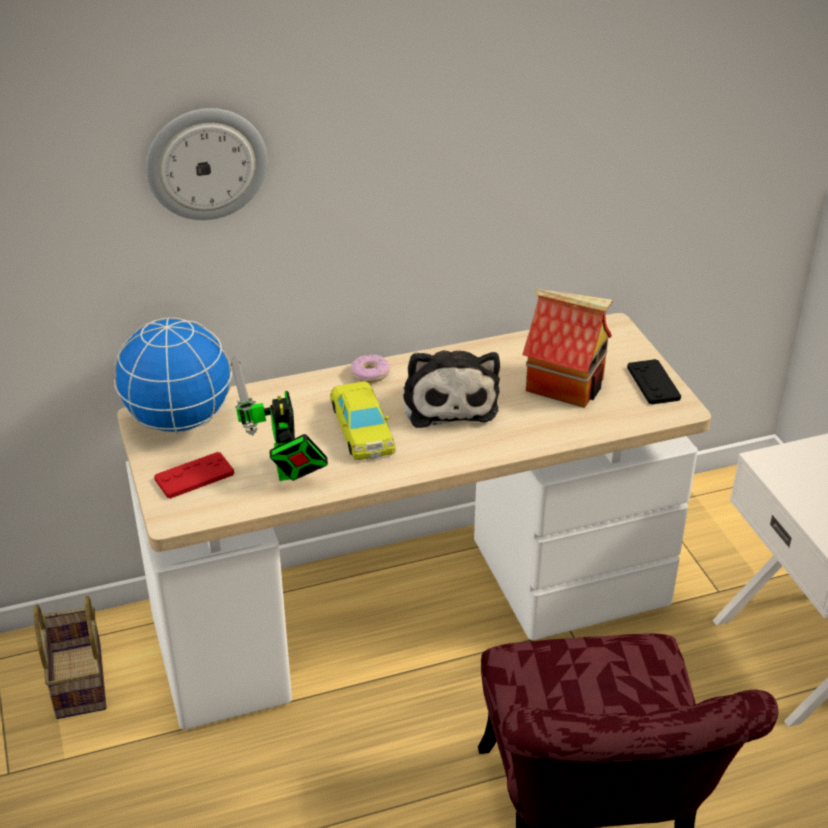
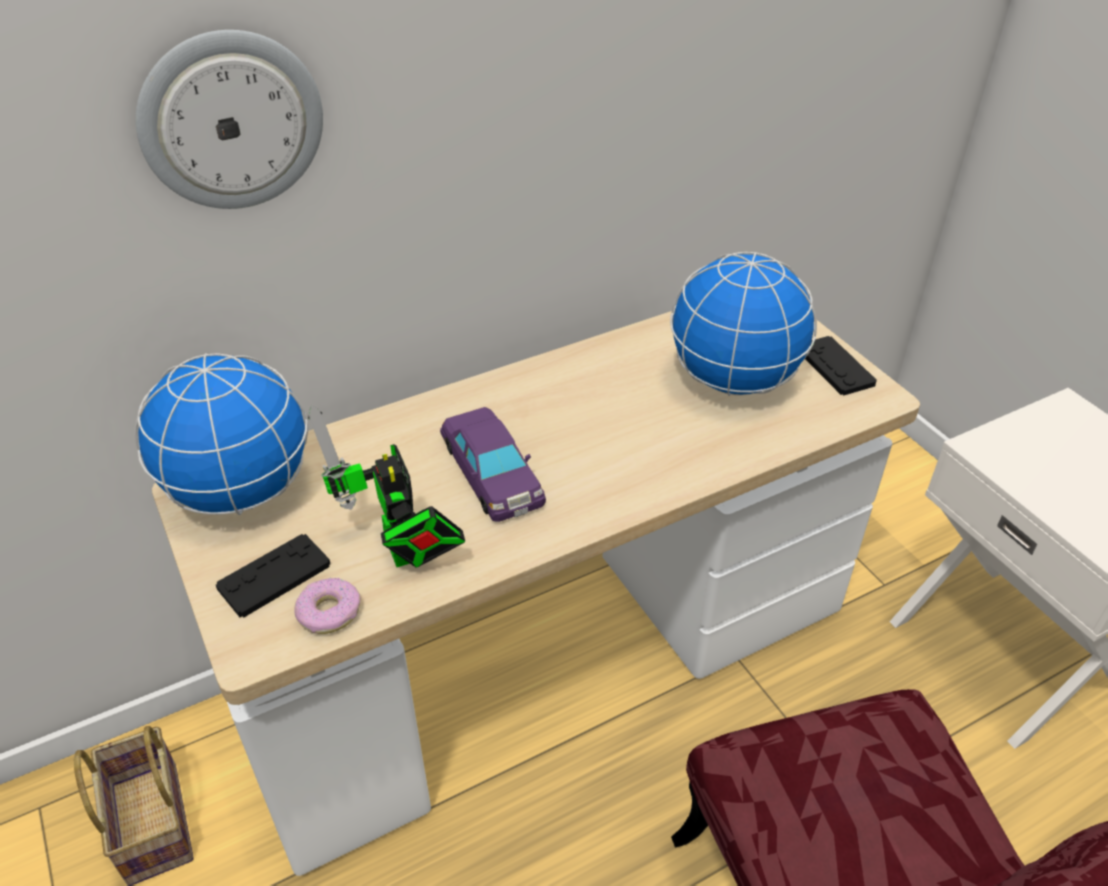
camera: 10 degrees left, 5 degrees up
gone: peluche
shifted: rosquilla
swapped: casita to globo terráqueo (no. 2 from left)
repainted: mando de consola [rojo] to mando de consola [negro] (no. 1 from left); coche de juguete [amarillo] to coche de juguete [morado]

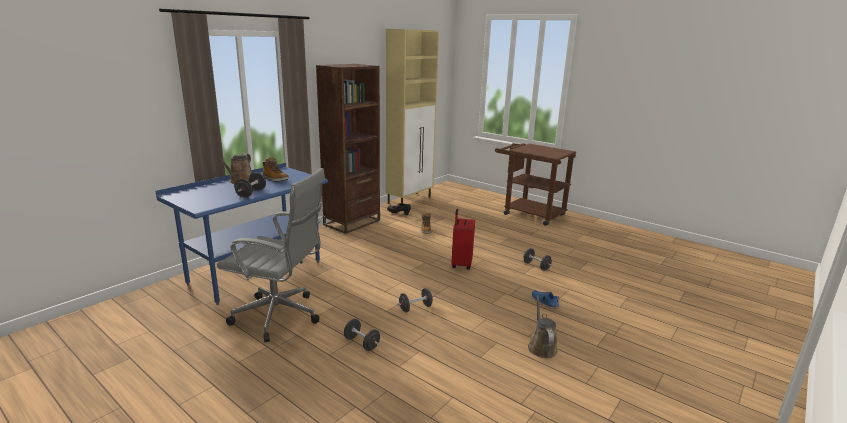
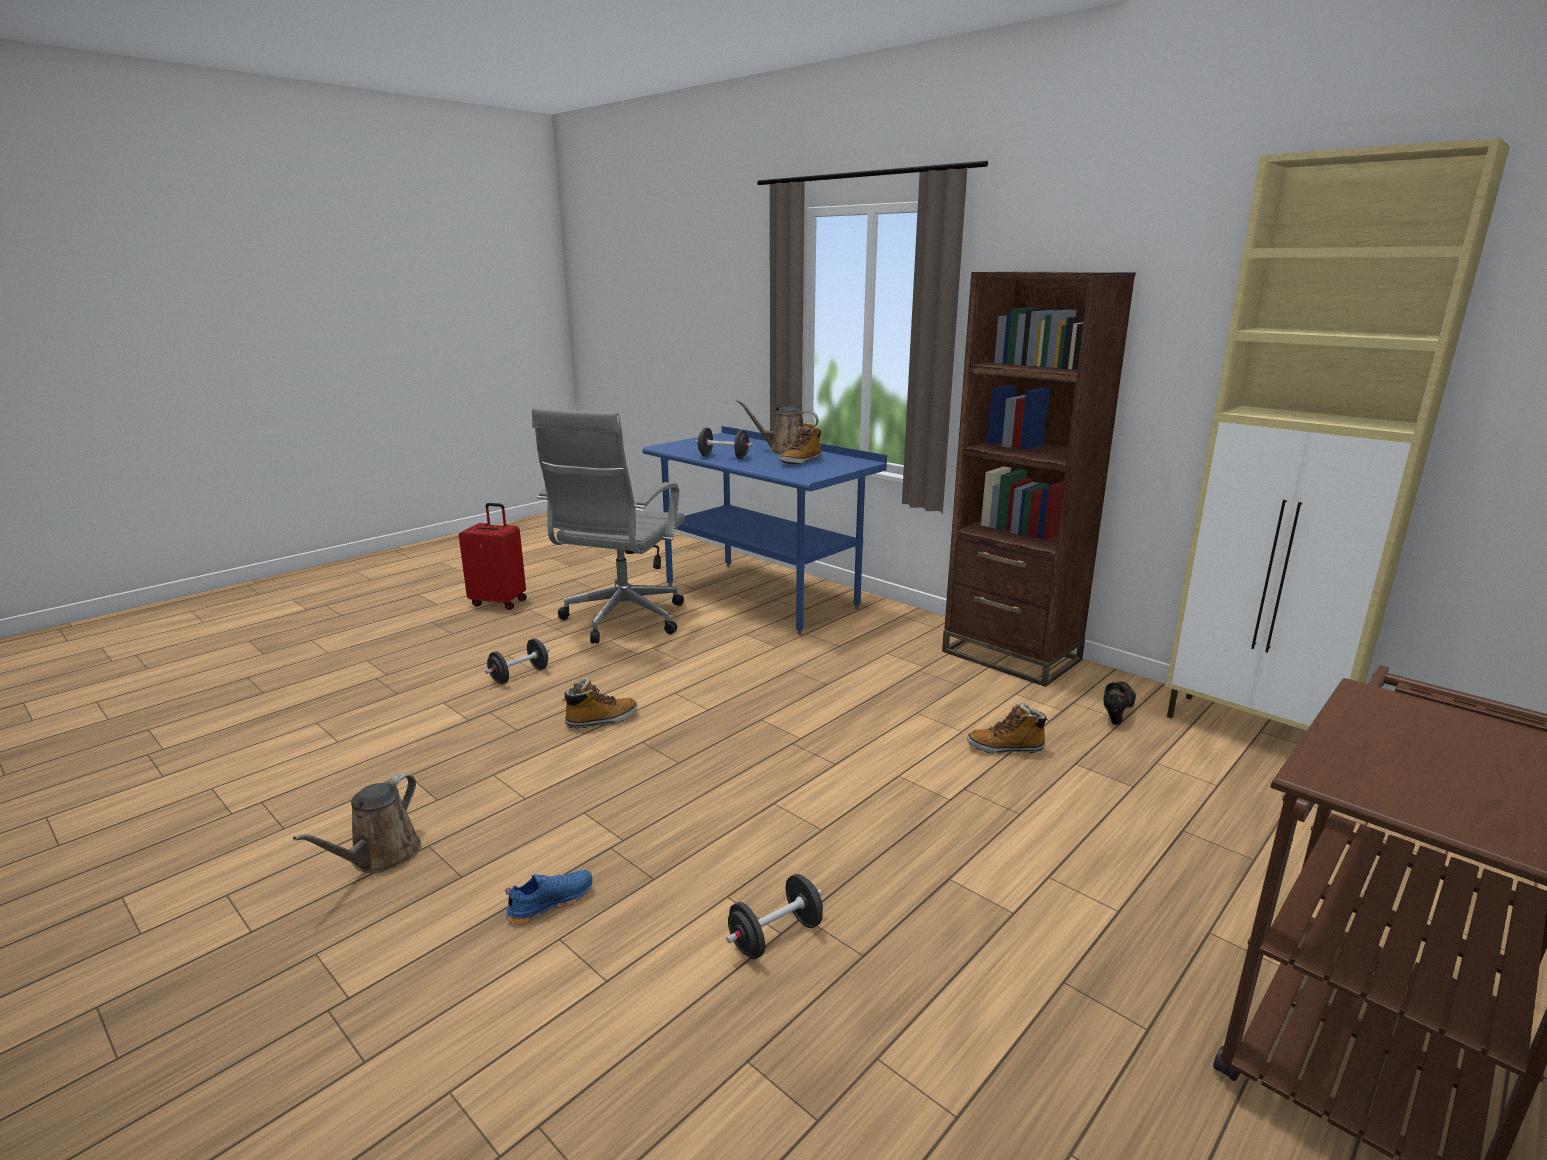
camera: 95 degrees right, 0 degrees up
shifted: maleta [rojo]
swapped: mancuerna [negro] (no. 3 from left) to bota (no. 1 from left)
rotated: regadera [marrón] (no. 2 from left in the first image) 105 degrees clockwise

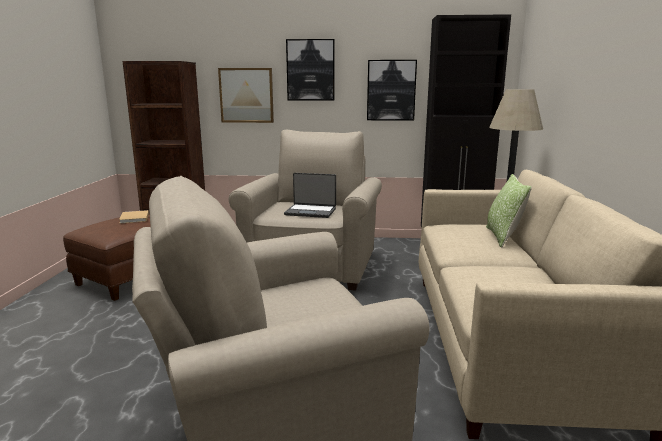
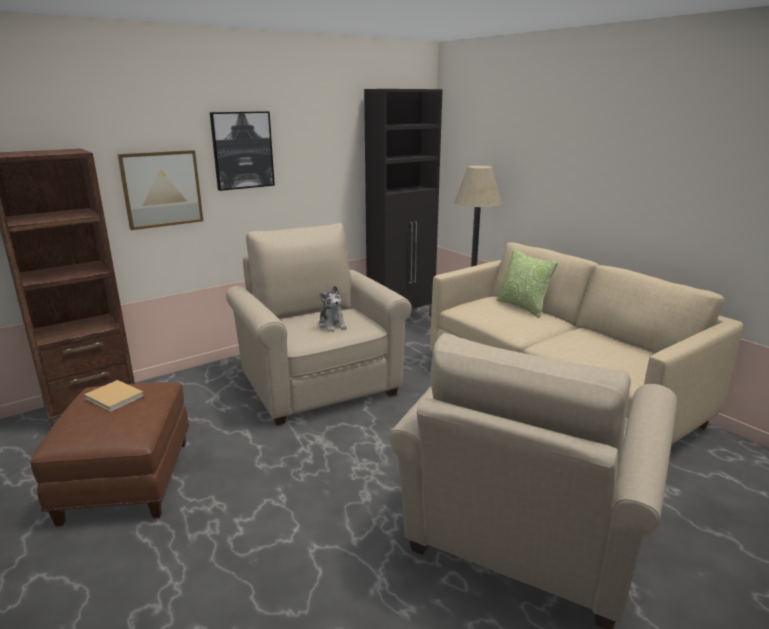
camera: 40 degrees left, 5 degrees up
gone: cuadro (no. 3 from left)
swapped: portátil to peluche

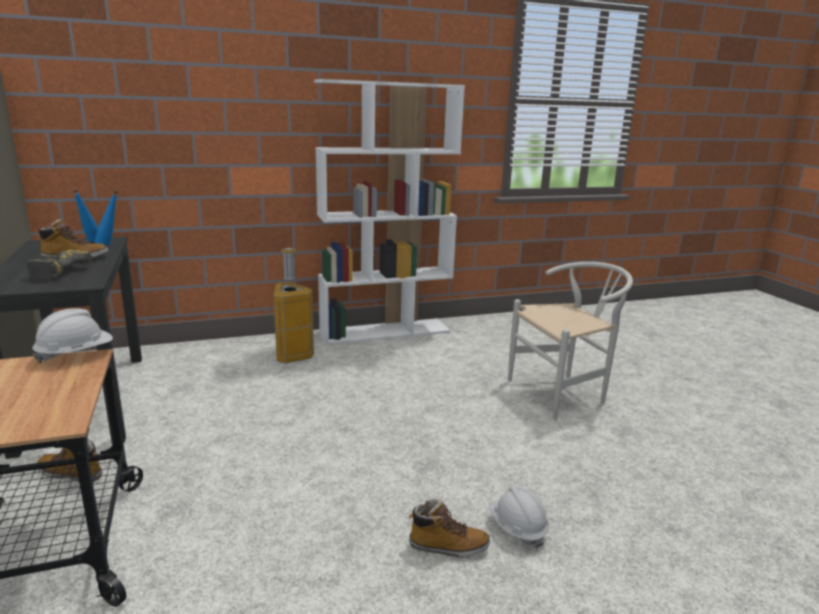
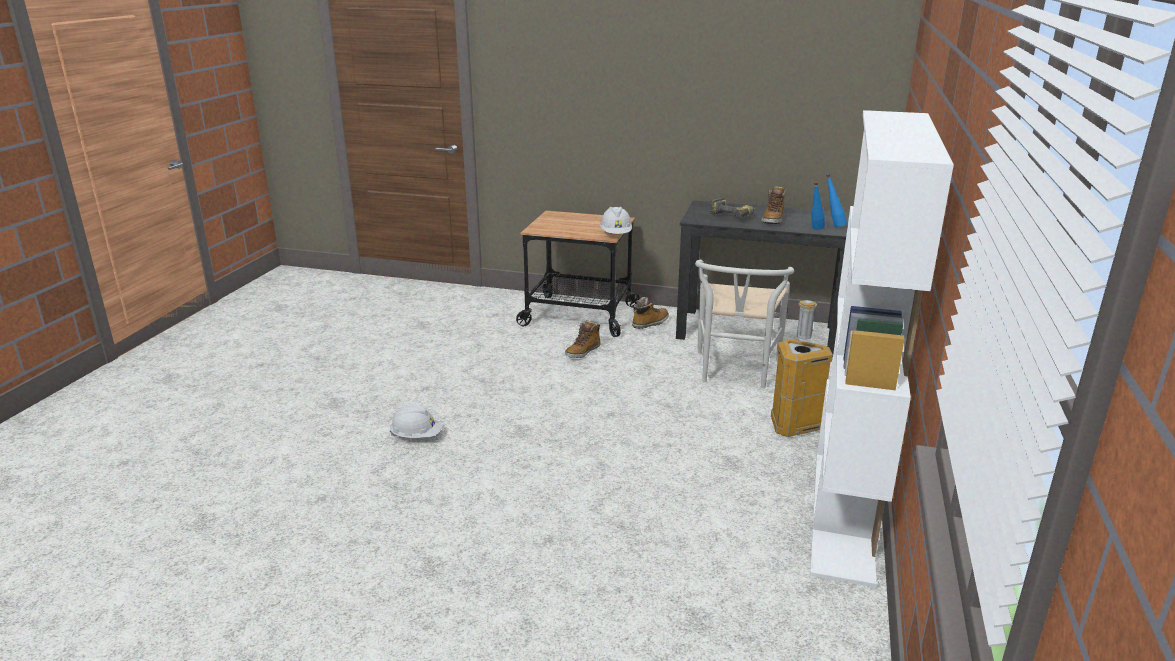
camera: 125 degrees right, 5 degrees up
shifted: bota (no. 3 from left in the first image) to bota (no. 1 from left); silla [blanco]

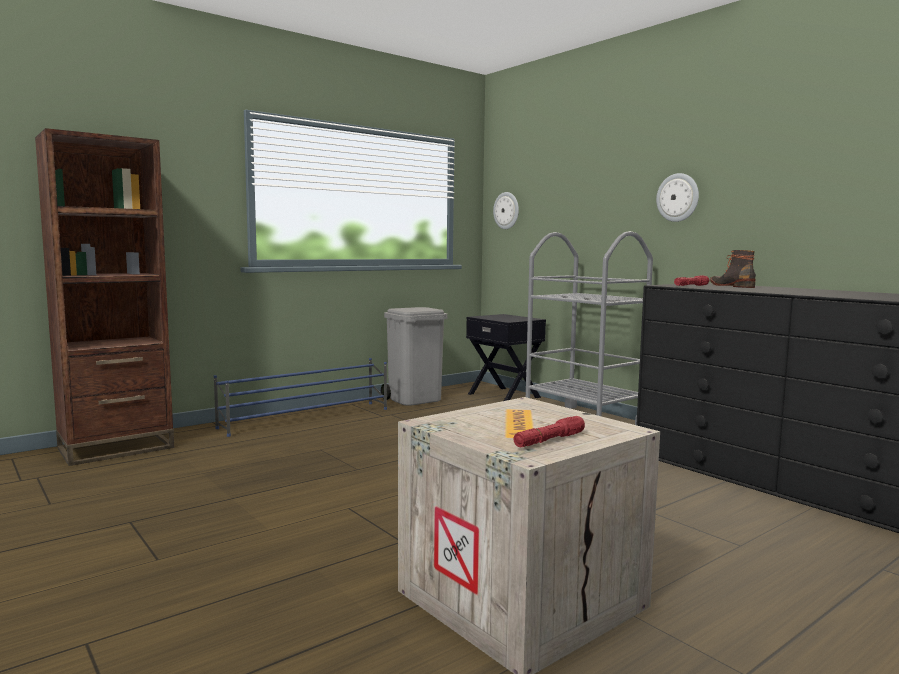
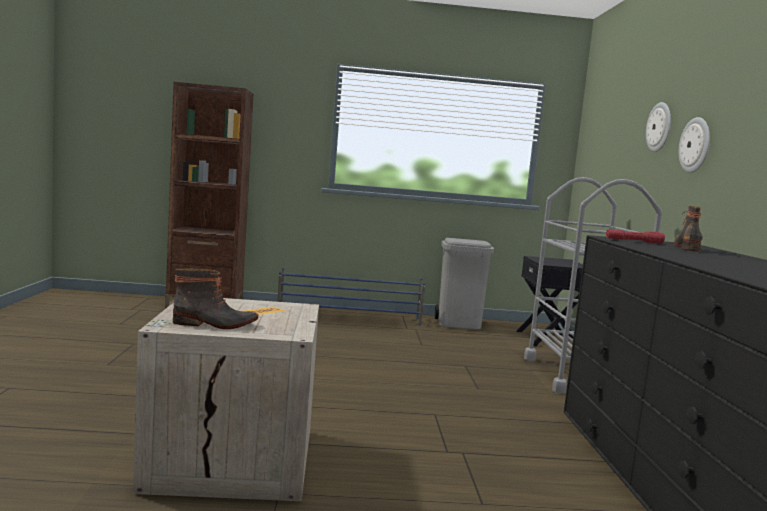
camera: 35 degrees right, 0 degrees up
shifted: reloj de pared (no. 1 from left)
swapped: linterna [rojo] (no. 1 from left) to bota (no. 1 from left)

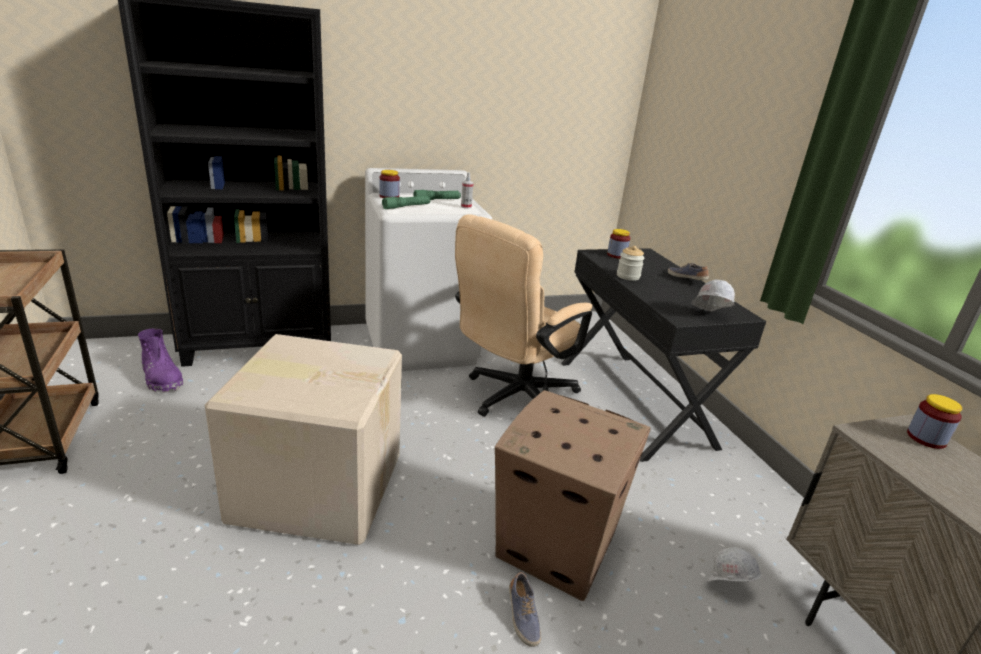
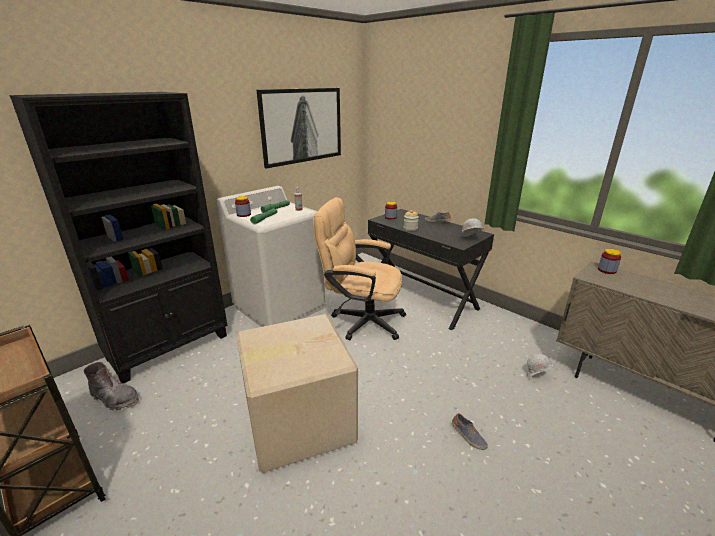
camera: 25 degrees left, 0 degrees up
gone: caja de cartón (no. 2 from left)
new: cuadro
repainted: bota [morado] to bota [gris]
rotated: silla de oficina [beis] 90 degrees clockwise

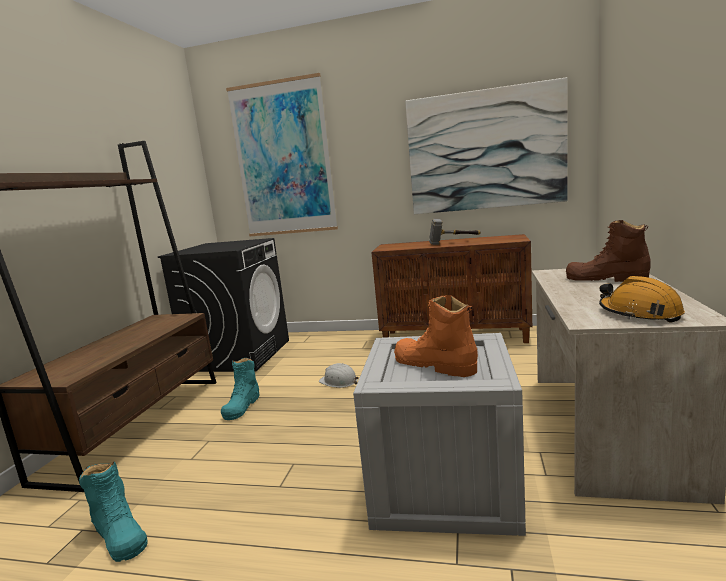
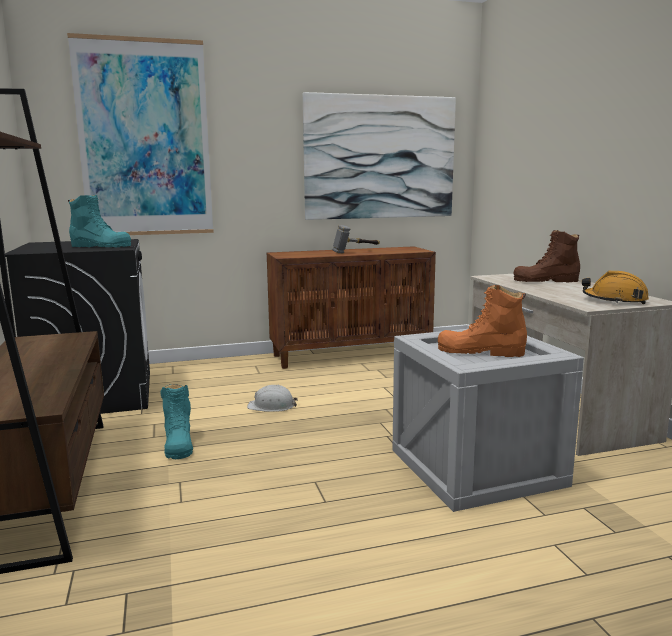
camera: 30 degrees left, 0 degrees up
shifted: bota [turquesa] (no. 1 from left)

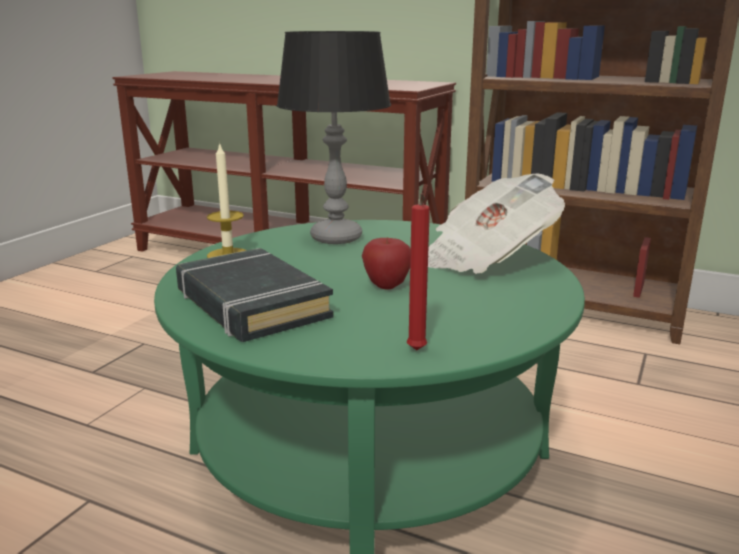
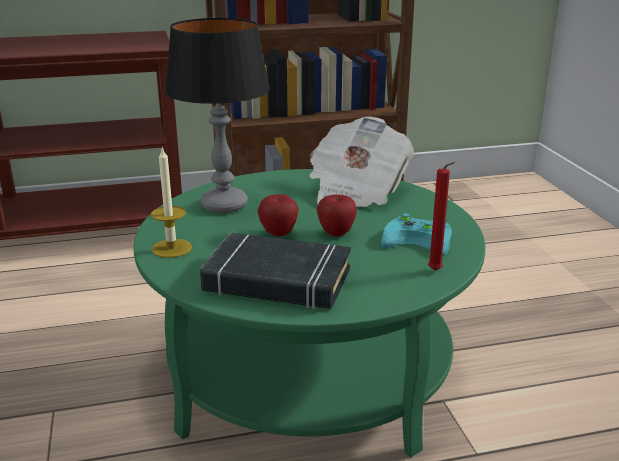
camera: 40 degrees left, 5 degrees up
new: manzana (no. 1 from left); mando de consola [turquesa]

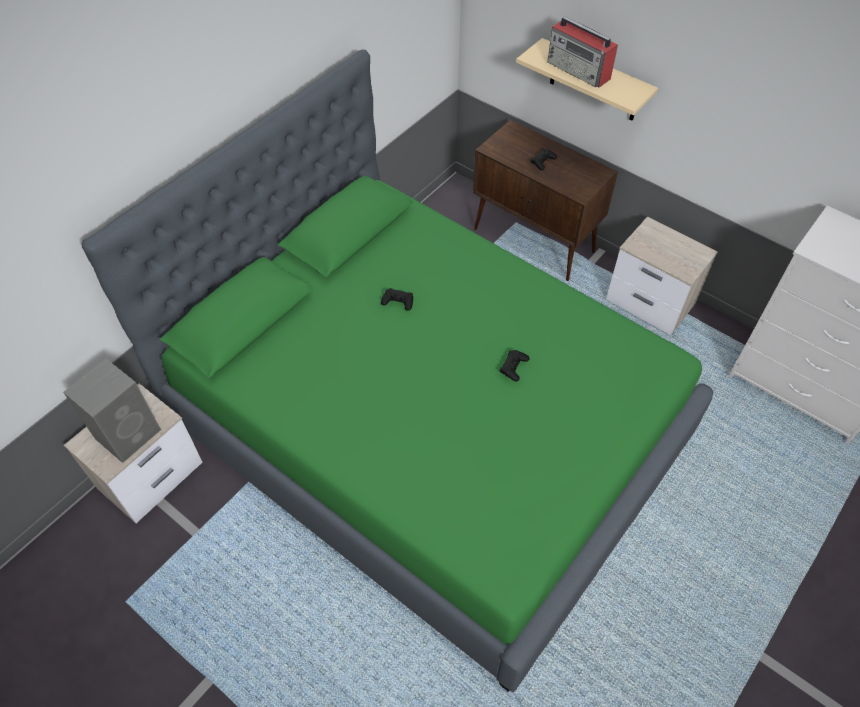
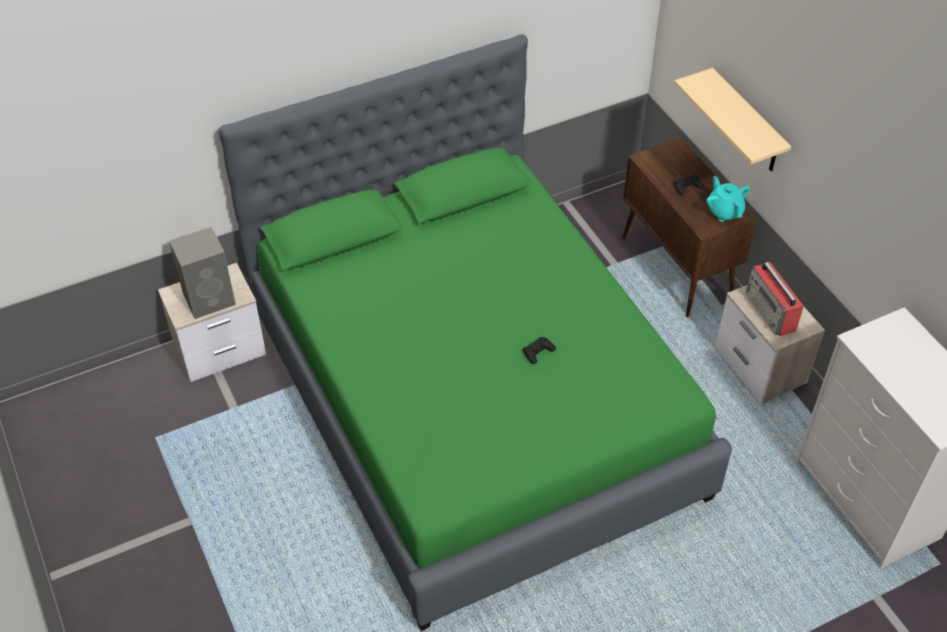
camera: 25 degrees right, 5 degrees down
gone: mando de consola [negro] (no. 1 from left)
new: tetera [turquesa]
shifted: radio

